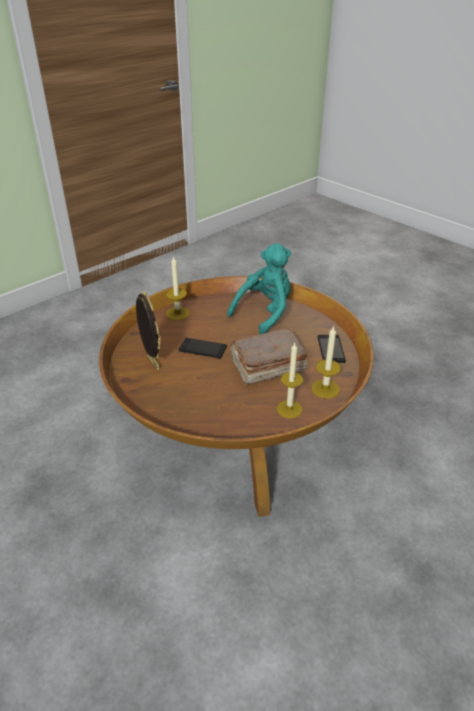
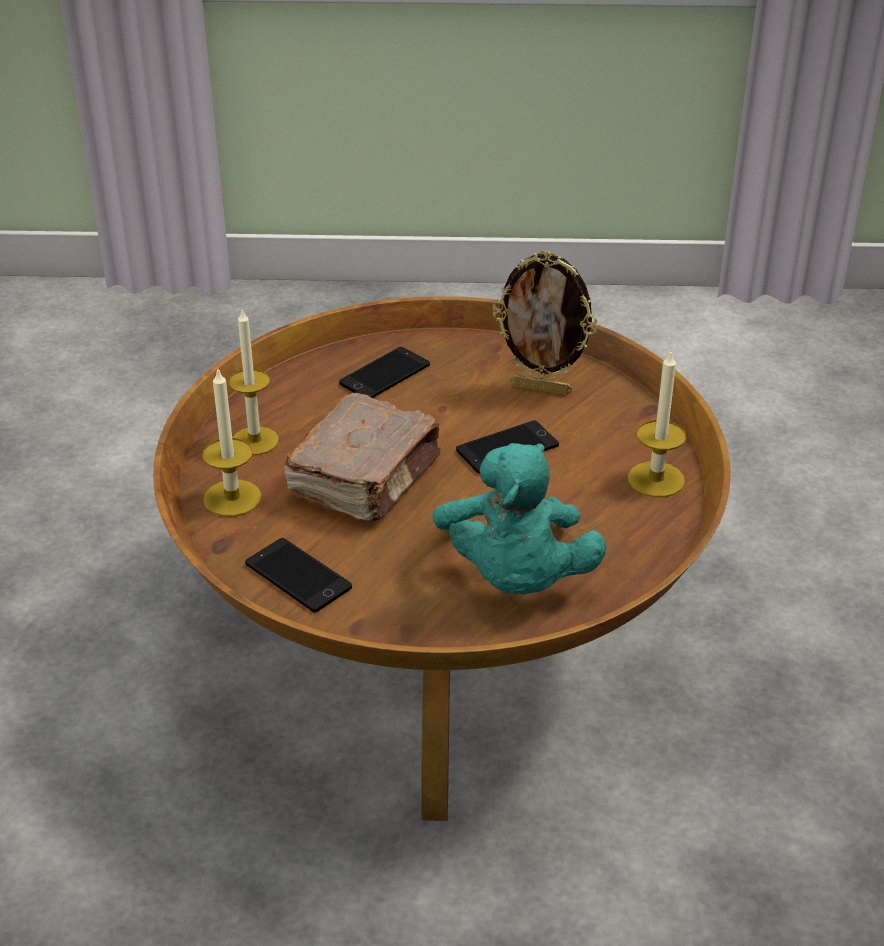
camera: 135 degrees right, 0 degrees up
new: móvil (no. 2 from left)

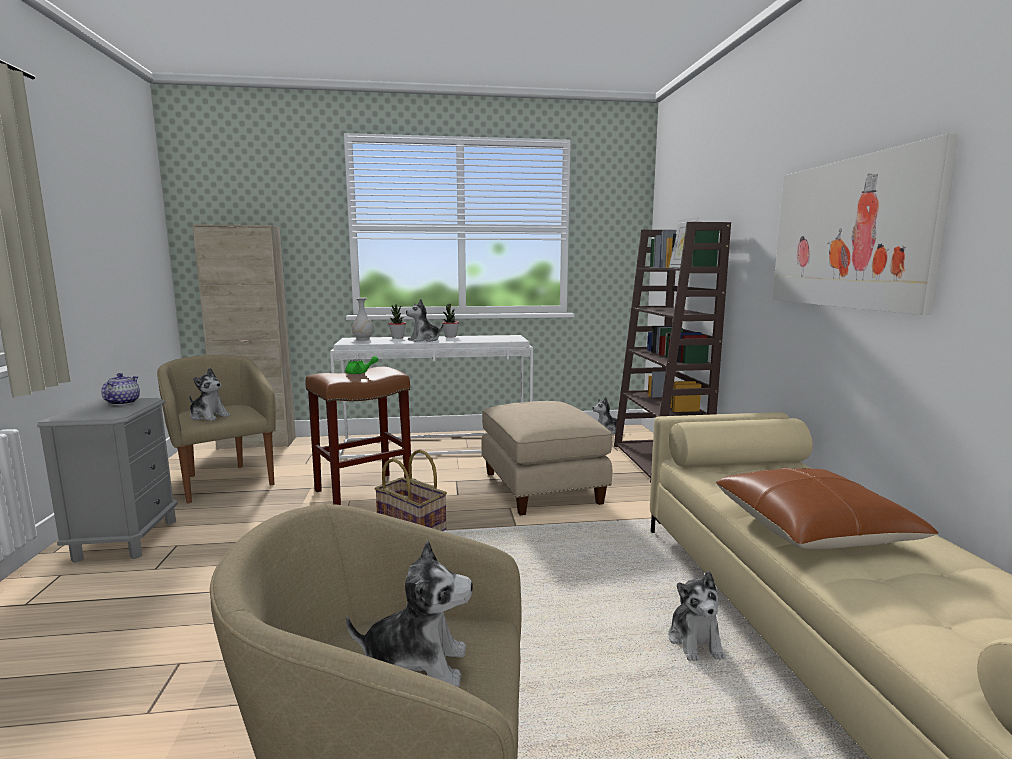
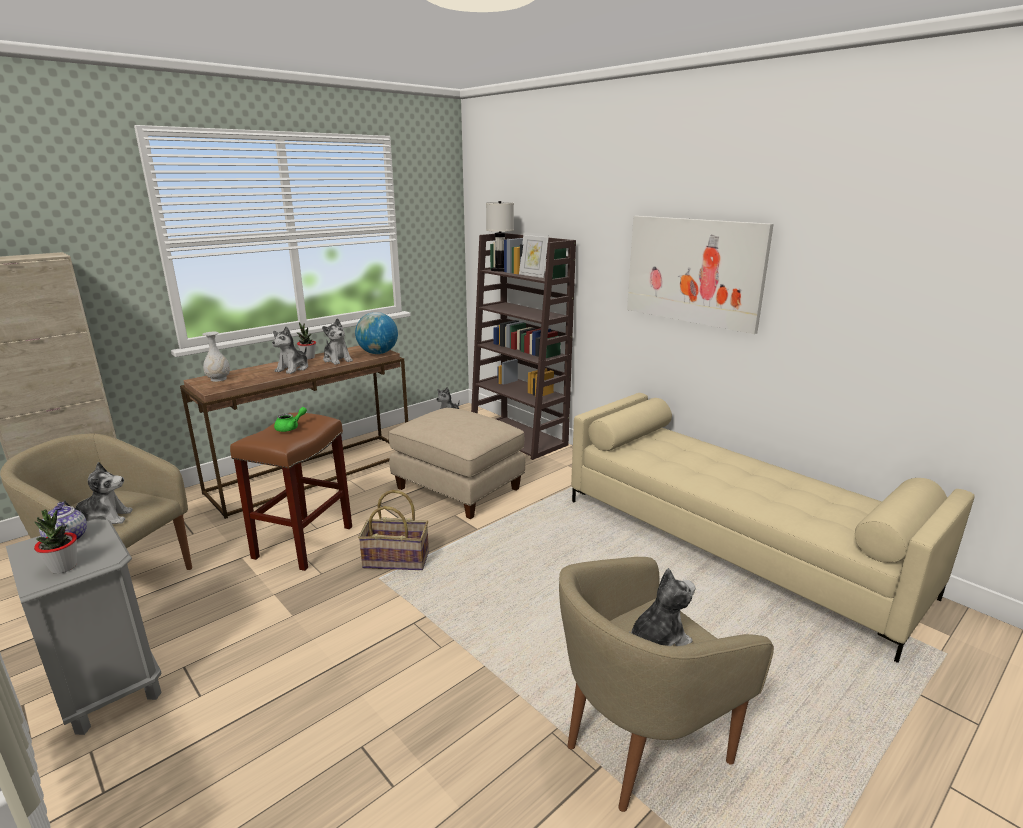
camera: 35 degrees left, 10 degrees up
gone: cojín [marrón]
new: globo terráqueo; lámpara de mesa [blanco]
shifted: planta en maceta (no. 1 from left); peluche (no. 5 from left in the first image) to peluche (no. 3 from left)
repainted: mesa consola [blanco] to mesa consola [marrón]

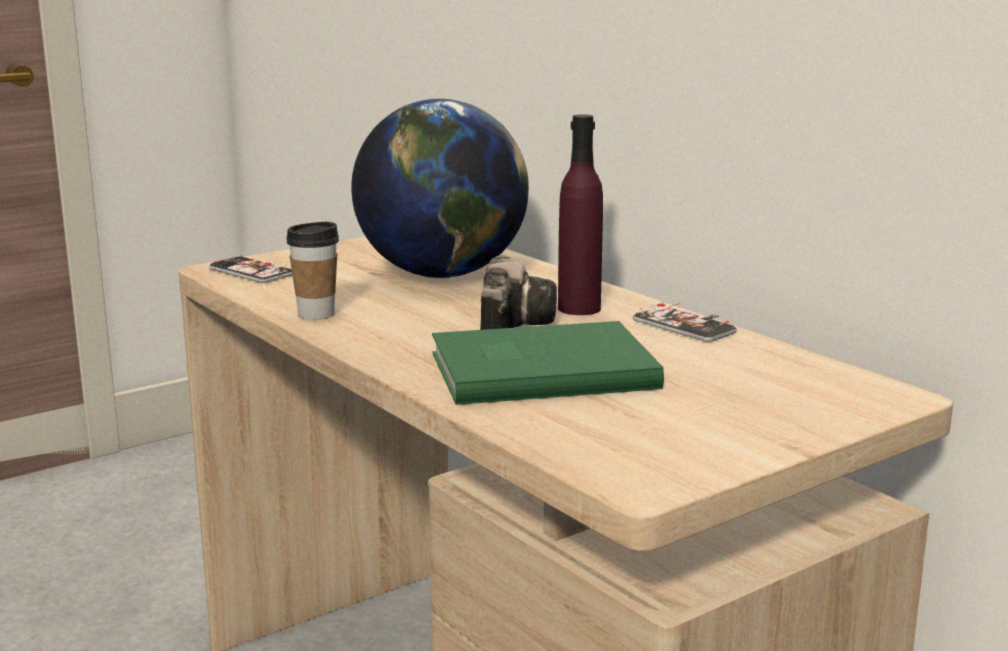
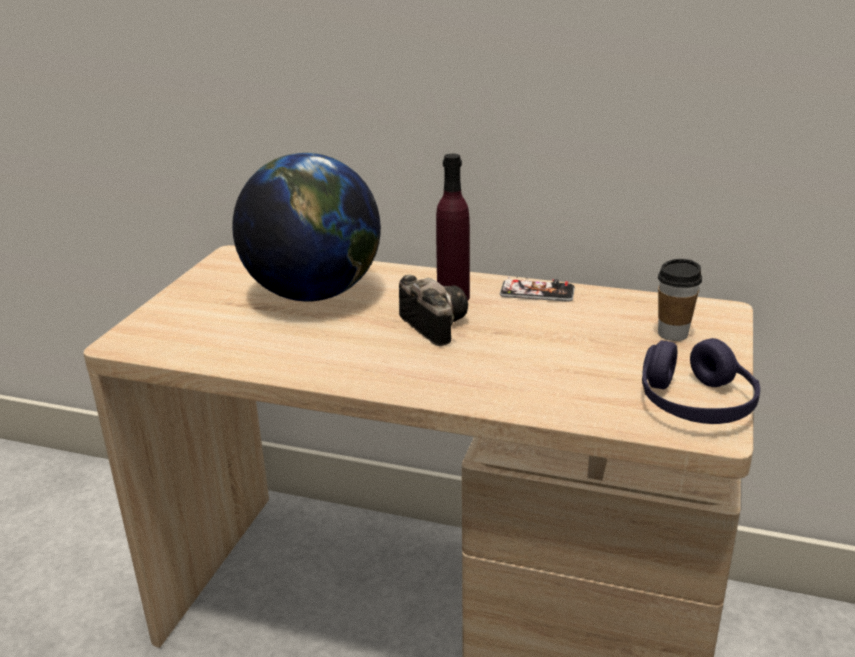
camera: 35 degrees left, 10 degrees up
gone: móvil (no. 1 from left); libro [verde]
new: auriculares [morado]
shifted: taza

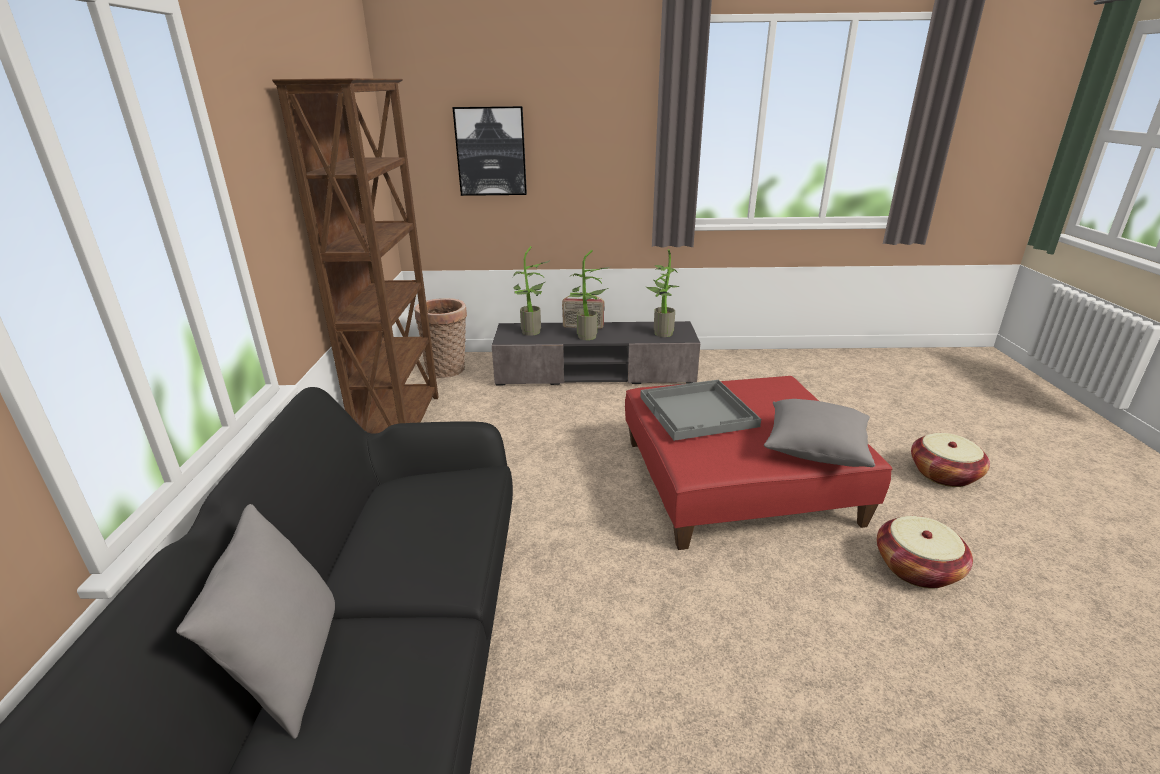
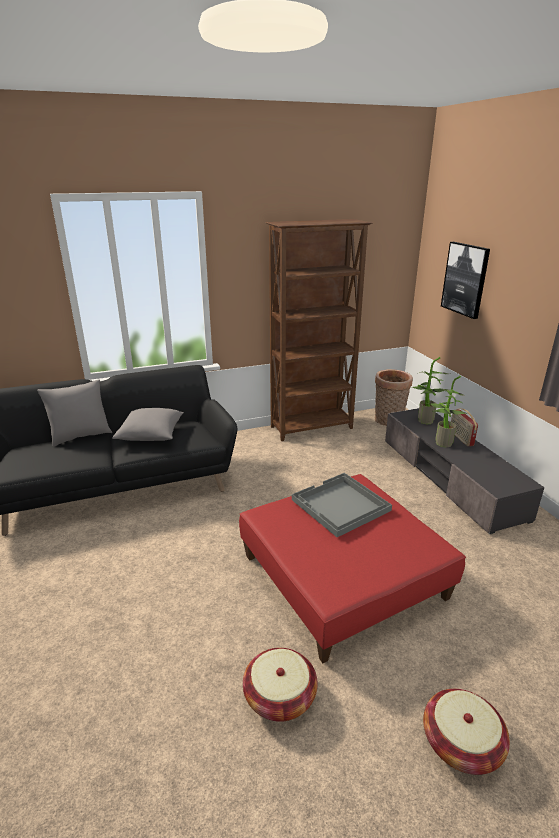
camera: 70 degrees right, 0 degrees up
gone: planta en maceta (no. 3 from left)
shifted: cojín [gris] (no. 2 from left)

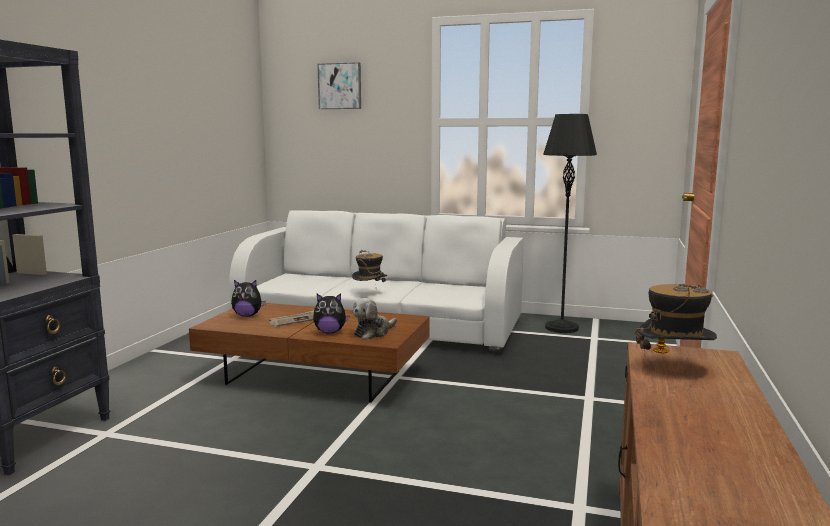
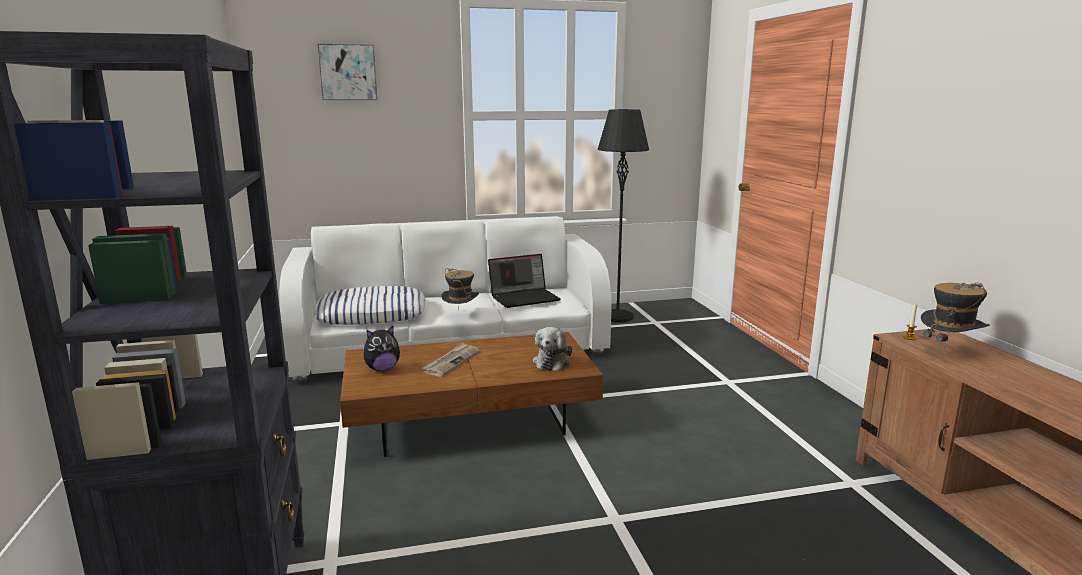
camera: 30 degrees left, 5 degrees up
gone: peluche (no. 2 from left)
new: cojín; portátil

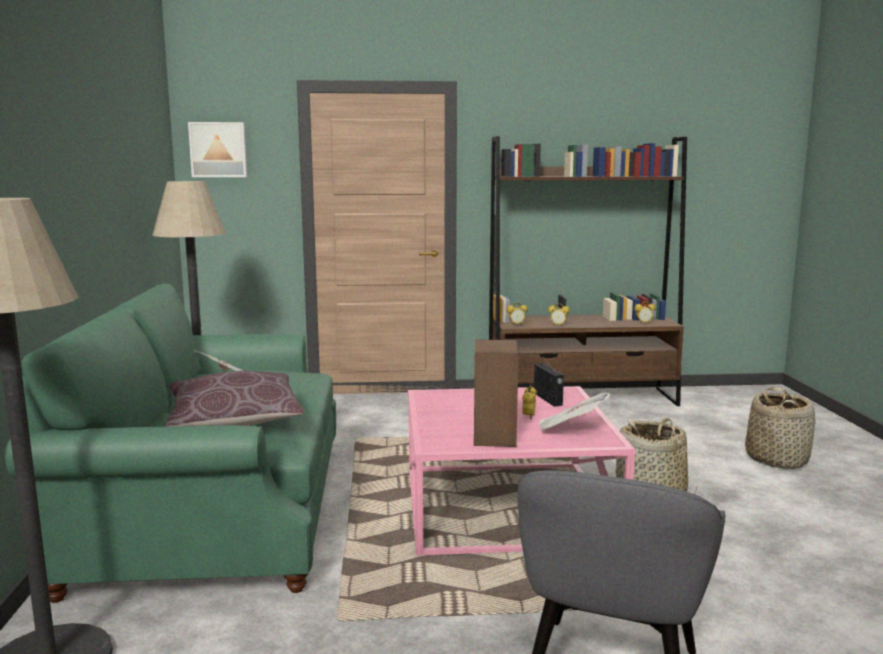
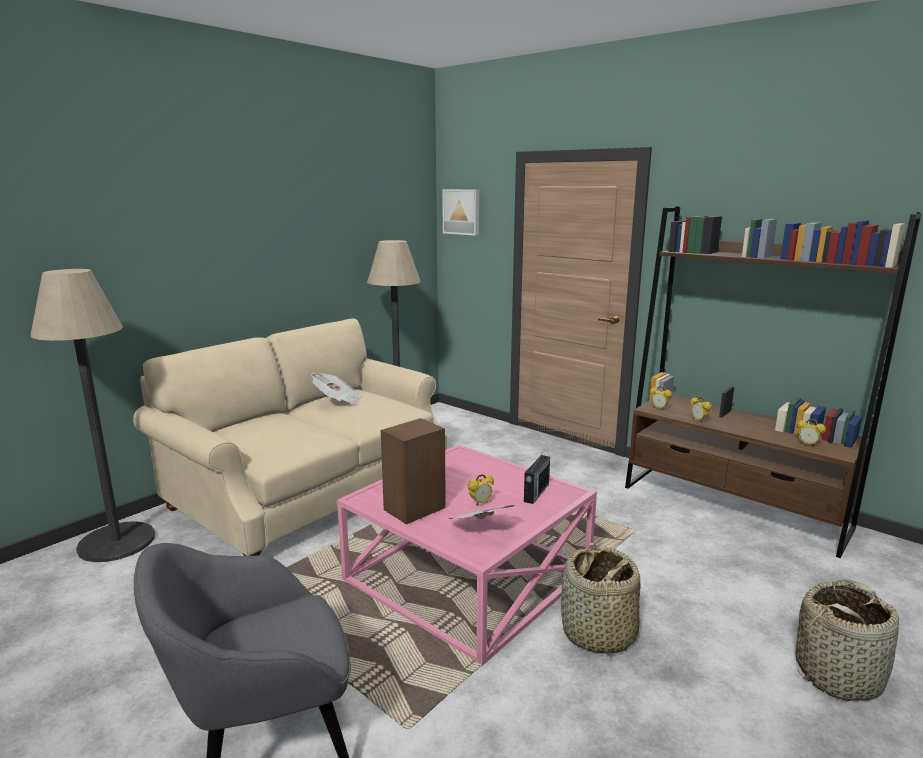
camera: 45 degrees right, 5 degrees up
gone: cojín [marrón]
repainted: sofá [verde] to sofá [beis]

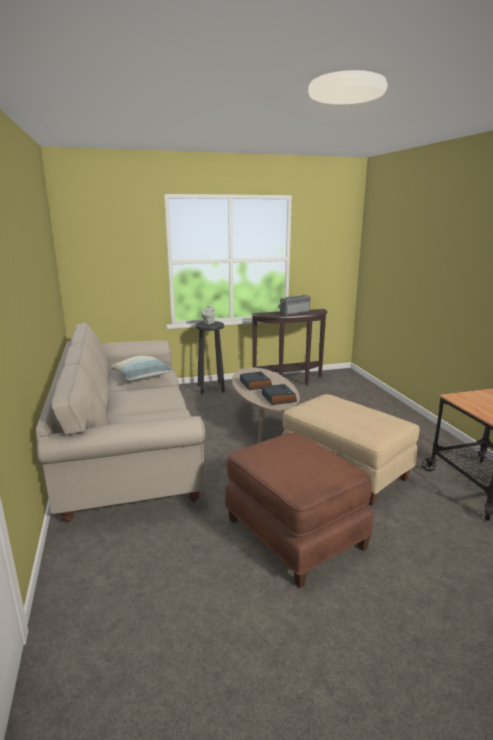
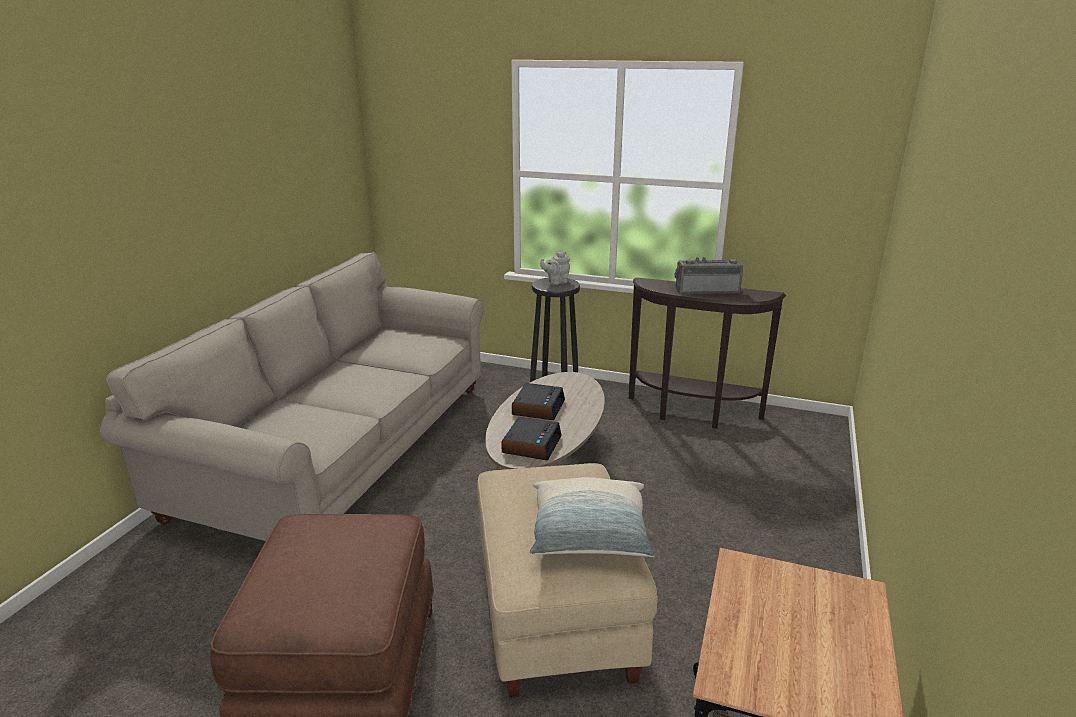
camera: 35 degrees right, 5 degrees up
shifted: cojín

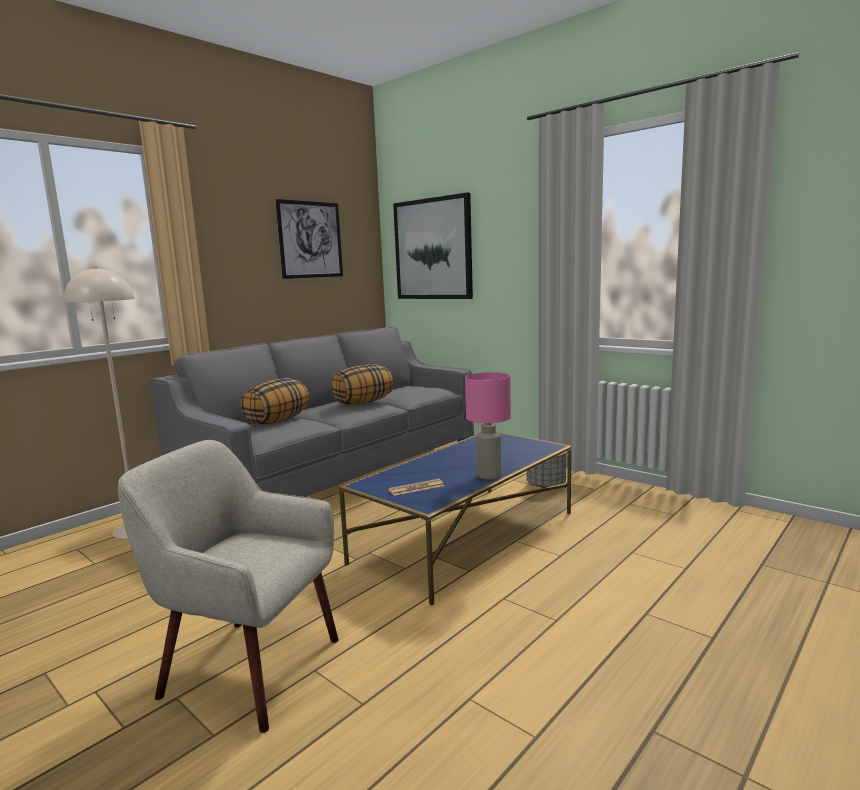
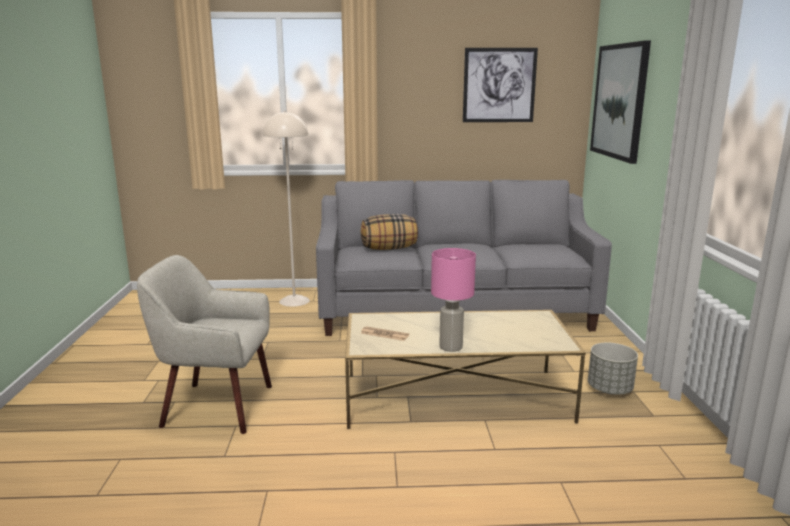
camera: 45 degrees right, 5 degrees up
gone: cojín (no. 2 from left)
repainted: mesa de centro [azul] to mesa de centro [beis]
rotated: sillón [beis] 60 degrees counterclockwise

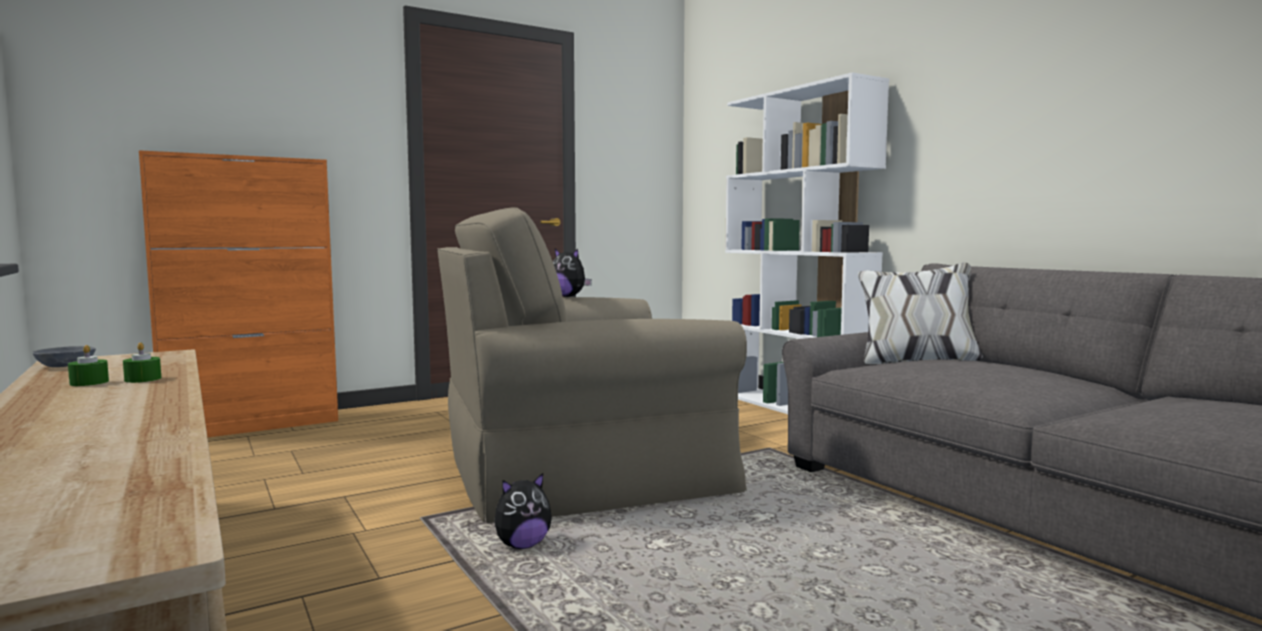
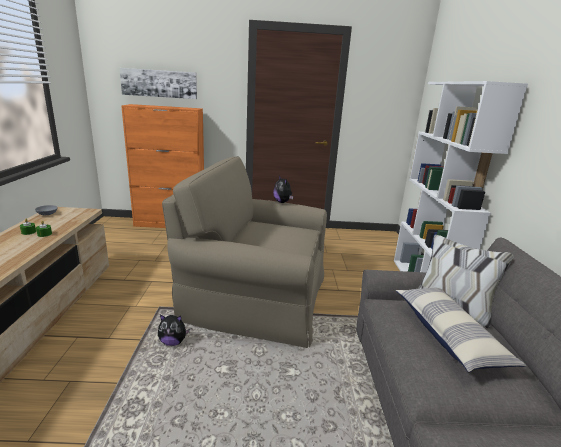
camera: 30 degrees right, 15 degrees up
new: cuadro; cojín

